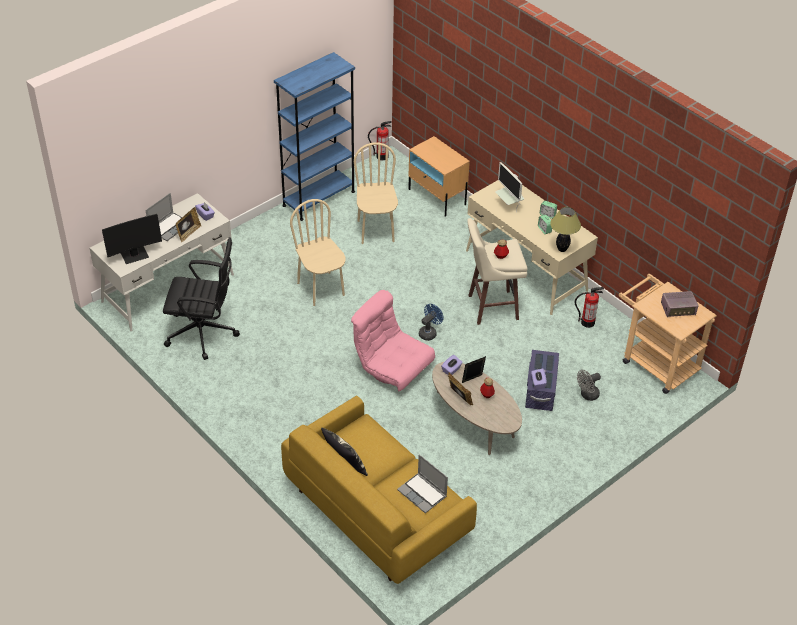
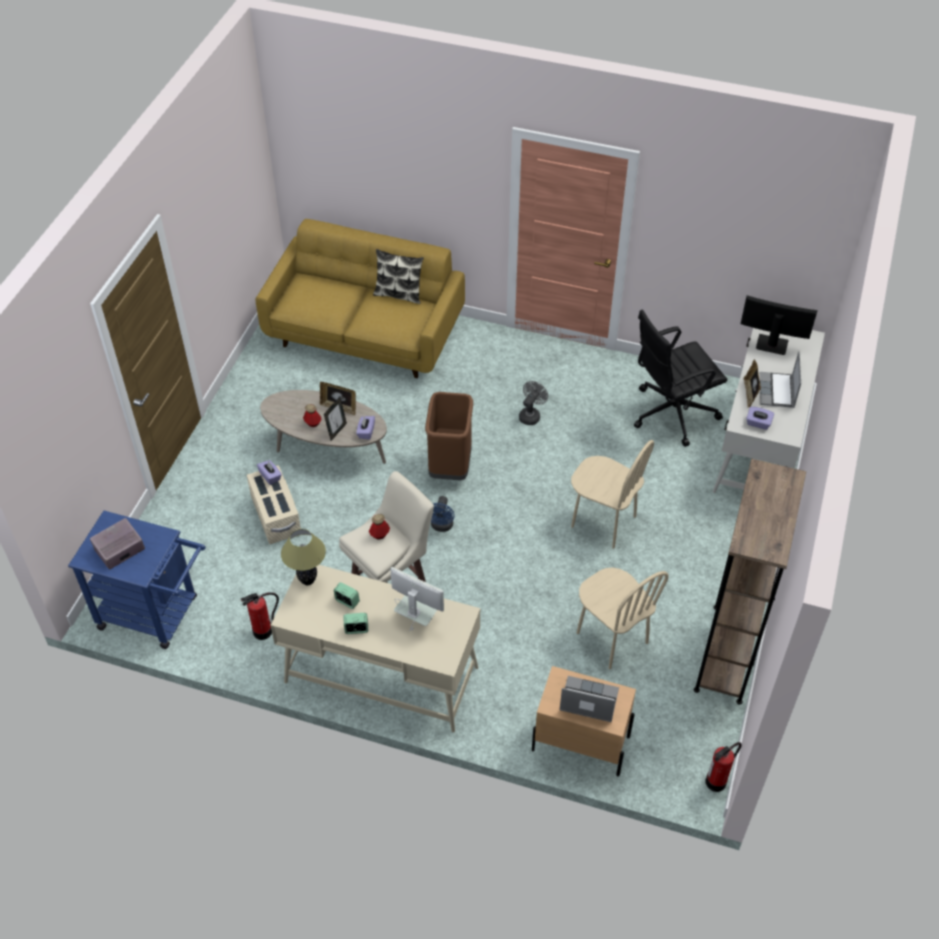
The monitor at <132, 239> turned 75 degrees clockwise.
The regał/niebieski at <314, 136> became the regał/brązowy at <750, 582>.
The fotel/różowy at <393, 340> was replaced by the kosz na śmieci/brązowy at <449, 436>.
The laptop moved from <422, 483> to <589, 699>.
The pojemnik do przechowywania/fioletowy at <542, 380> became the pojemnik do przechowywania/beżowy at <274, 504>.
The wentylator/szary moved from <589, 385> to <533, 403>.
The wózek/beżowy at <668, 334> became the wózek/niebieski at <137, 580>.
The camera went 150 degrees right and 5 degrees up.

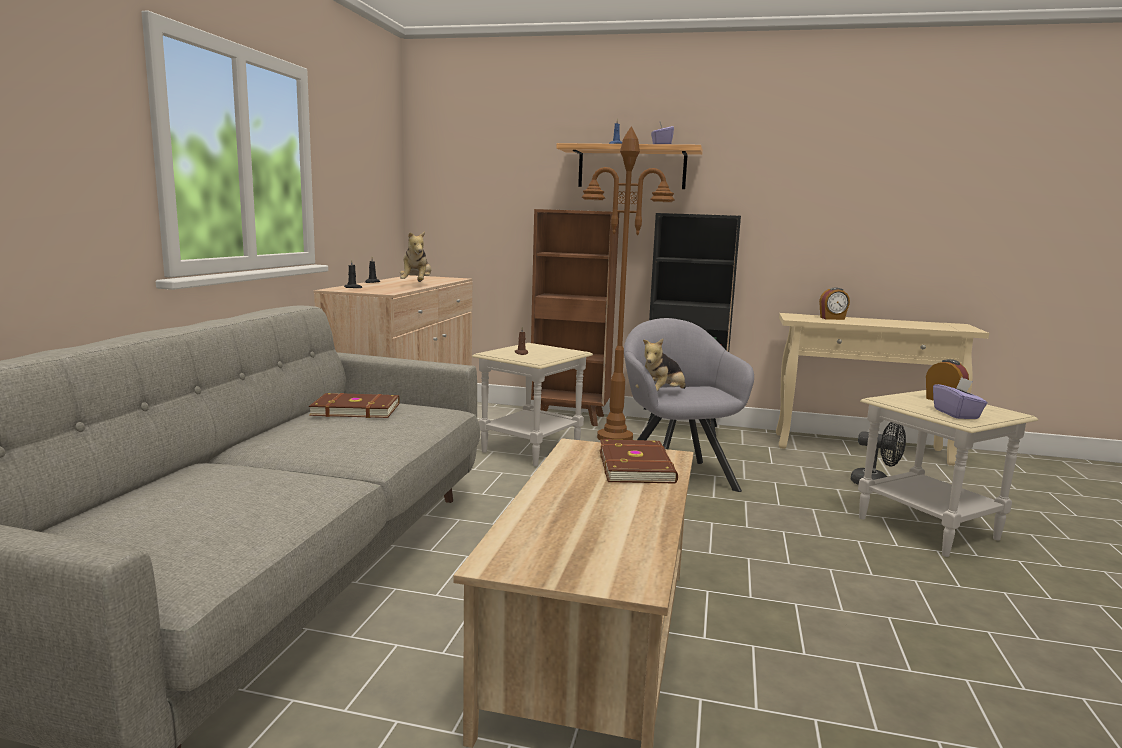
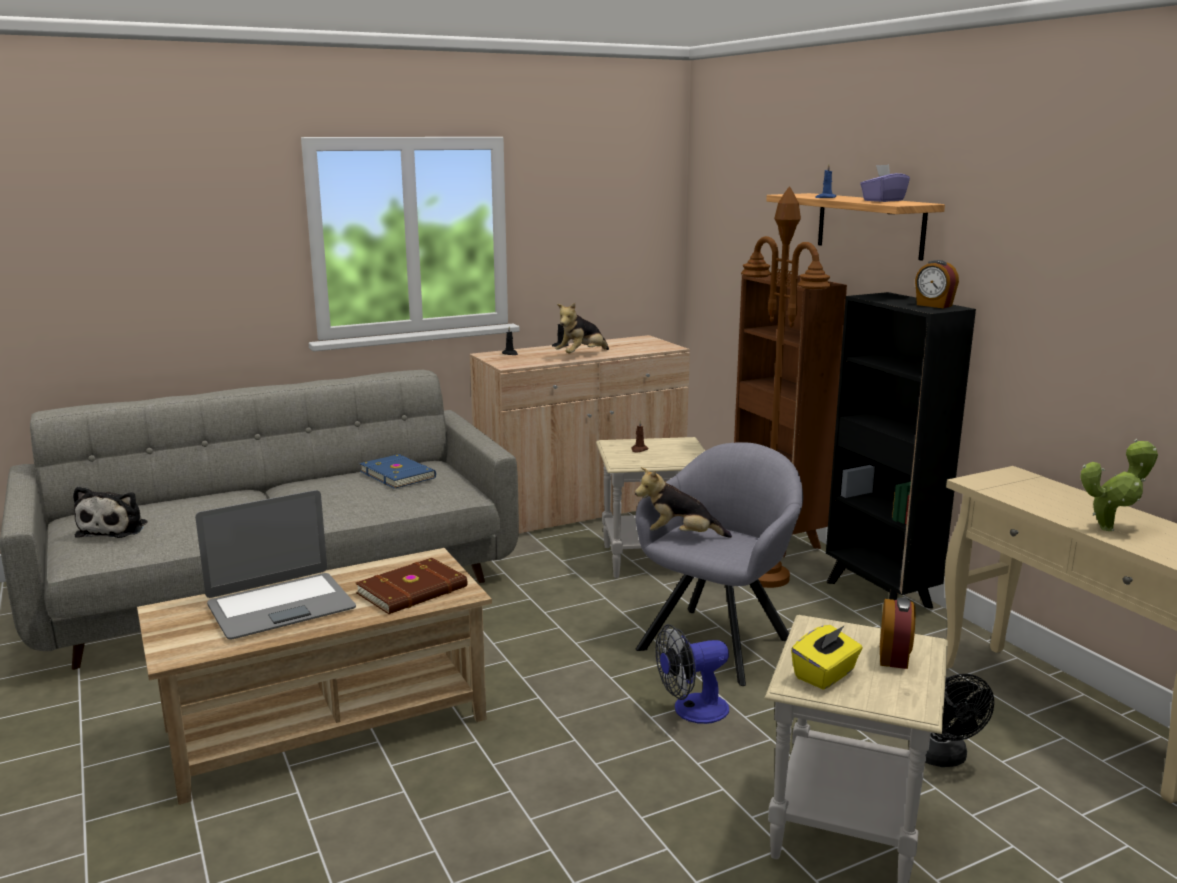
The książka/brązowy at <354, 405> became the książka/niebieski at <397, 471>.
The budzik moved from <834, 303> to <937, 284>.
The pudełko chusteczek/fioletowy at <960, 398> became the pudełko chusteczek/żółty at <827, 657>.
The pluszak at <110, 512> appeared.
The laptop at <275, 565> appeared.
The wentylator at <692, 674> appeared.
The roślina doniczkowa at <1119, 485> appeared.
The camera went 50 degrees right and 5 degrees up.

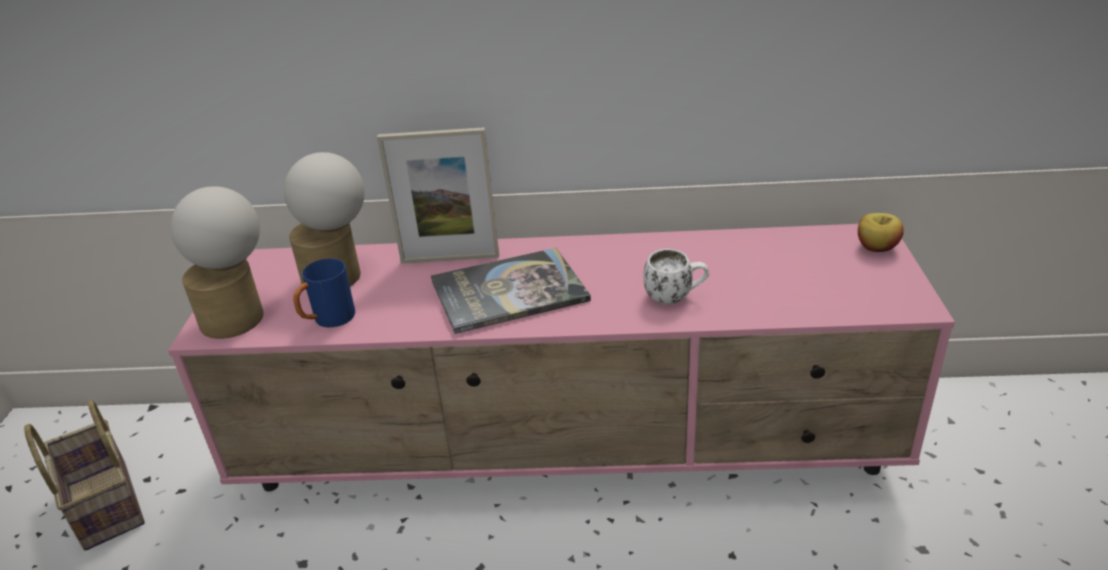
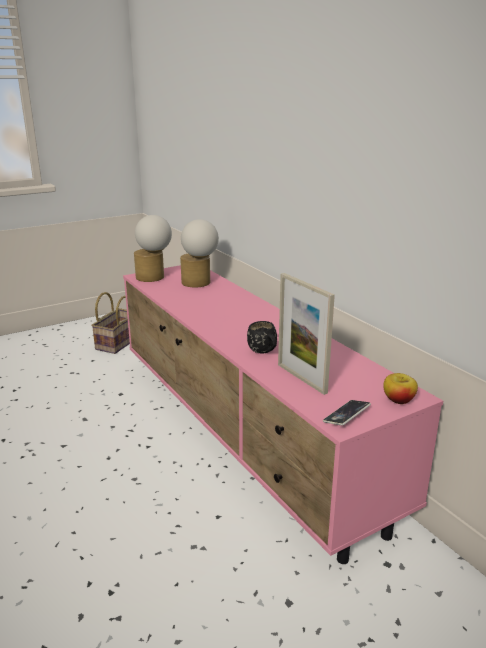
The kubek/niebieski at <324, 292> disappeared.
The ramka na zdjęcie moved from <438, 195> to <306, 334>.
The książka at <511, 291> disappeared.
The kubek/biały at <676, 276> became the kubek/czarny at <262, 337>.
The telefon at <347, 412> appeared.
The camera went 55 degrees right and 10 degrees down.

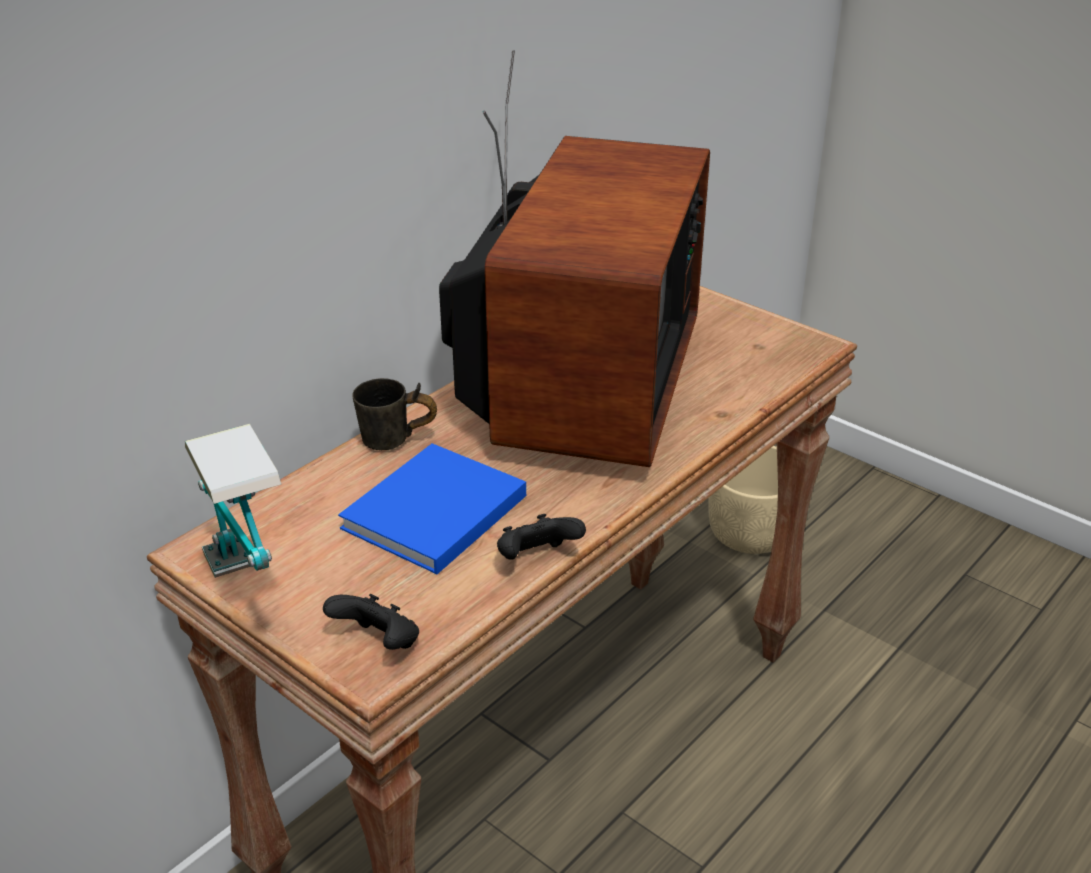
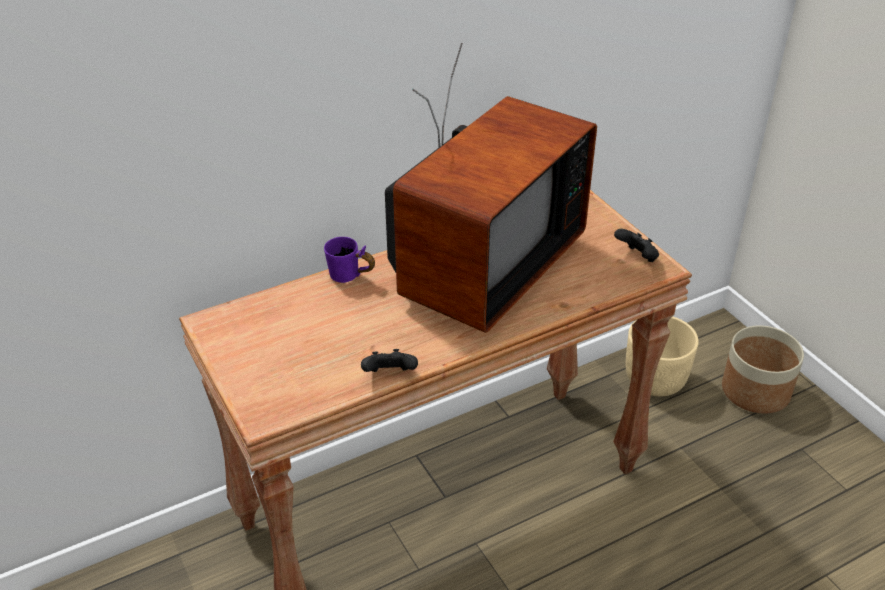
The lampa stołowa at <233, 501> disappeared.
The pad do gier/czarny moved from <371, 622> to <636, 245>.
The książka/niebieski at <432, 508> disappeared.
The kubek/szary at <394, 414> became the kubek/fioletowy at <349, 260>.
The donica at <763, 370> appeared.
The camera went 20 degrees right and 5 degrees up.

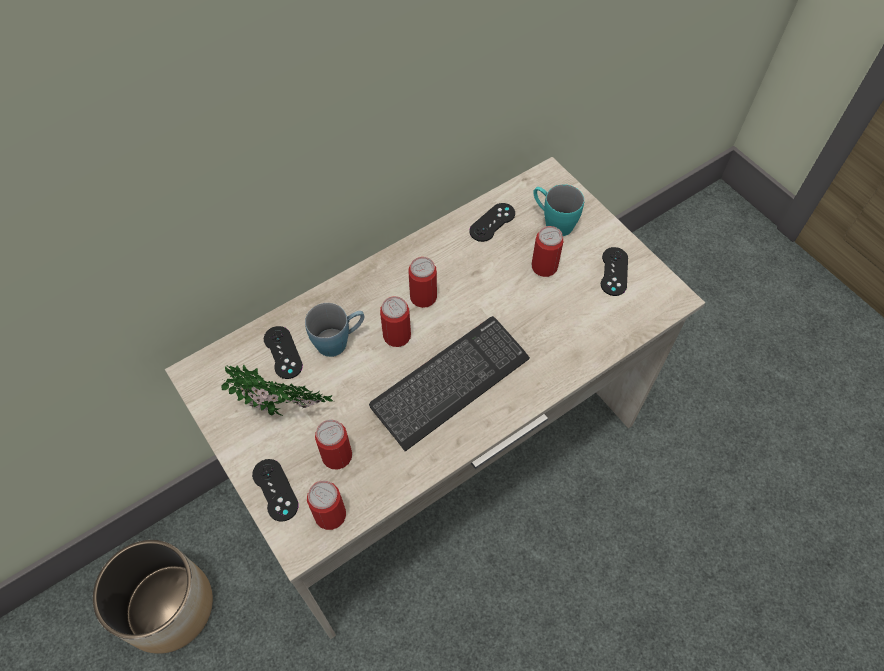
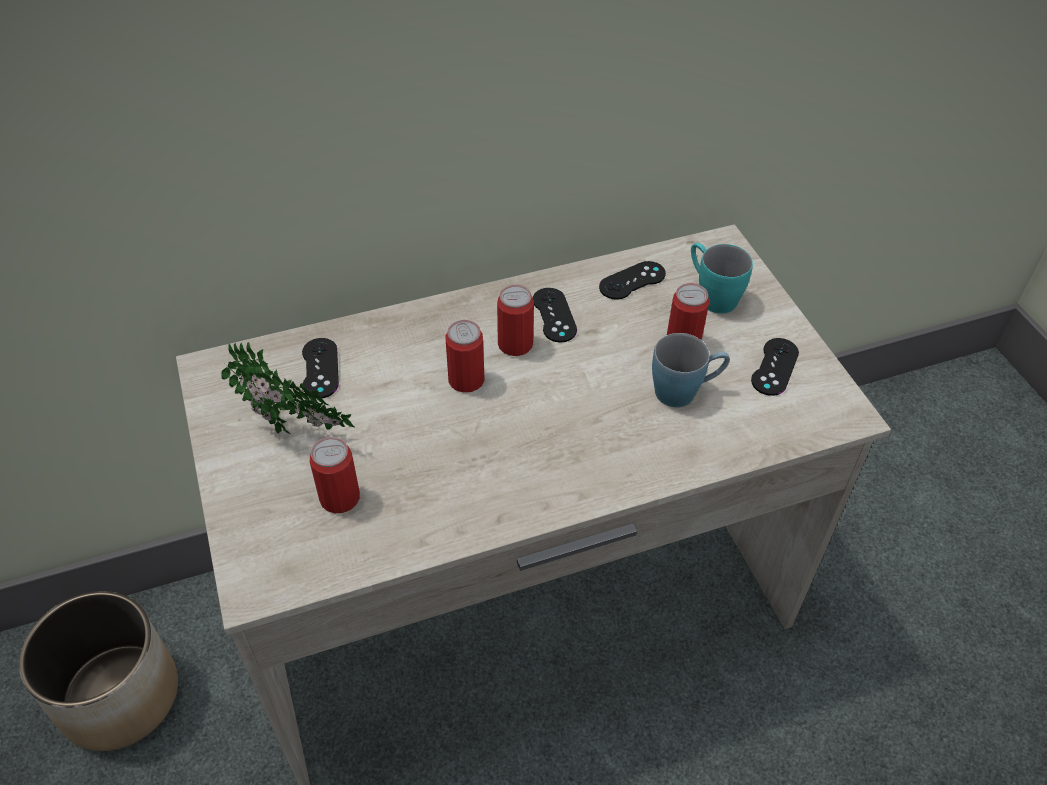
The pad do gier/czarny moved from <275, 490> to <555, 315>.
The kubek/niebieski moved from <334, 330> to <691, 370>.
The puszka at <326, 505> disappeared.
The klawiatura at <449, 383> disappeared.
The camera went 15 degrees right and 10 degrees down.

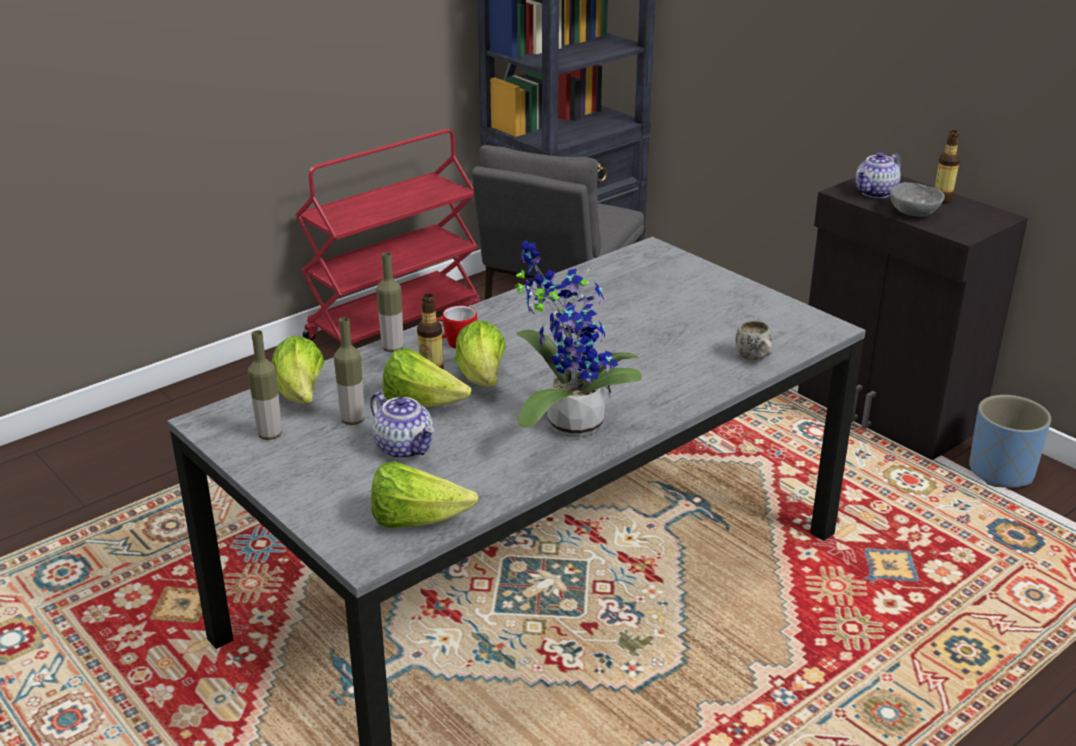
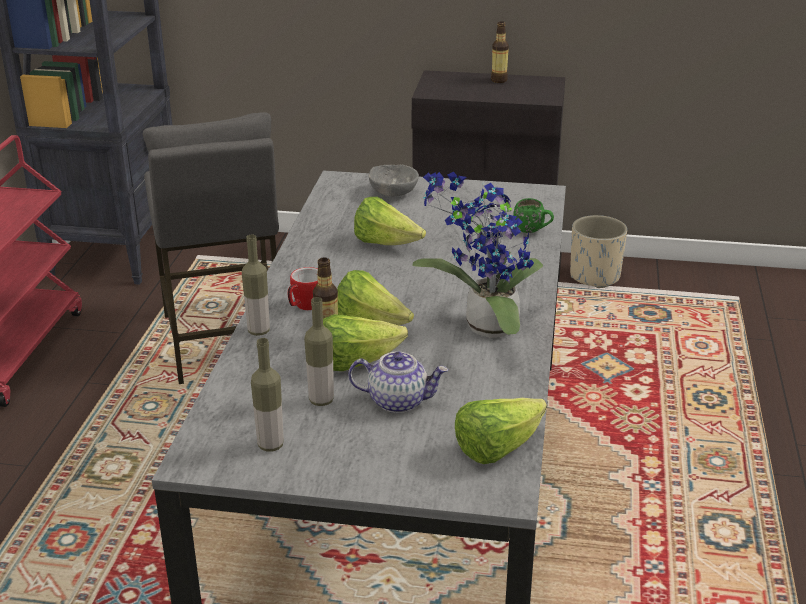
The sałata moved from <298, 370> to <390, 221>.
The kubek/biały at <754, 340> became the kubek/zielony at <533, 215>.
The imbryk at <878, 175> disappeared.
The miska/szary moved from <917, 199> to <393, 180>.
The donica/niebieski at <1010, 441> became the donica/beżowy at <598, 251>.
The camera went 40 degrees left and 0 degrees up.

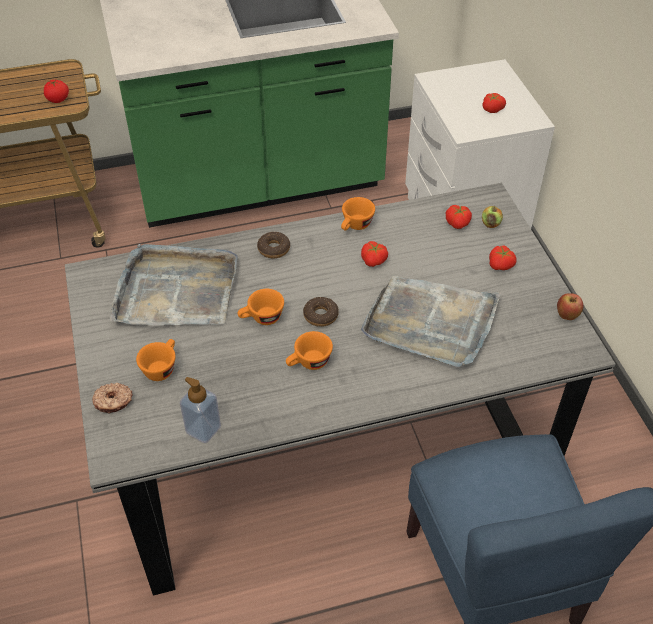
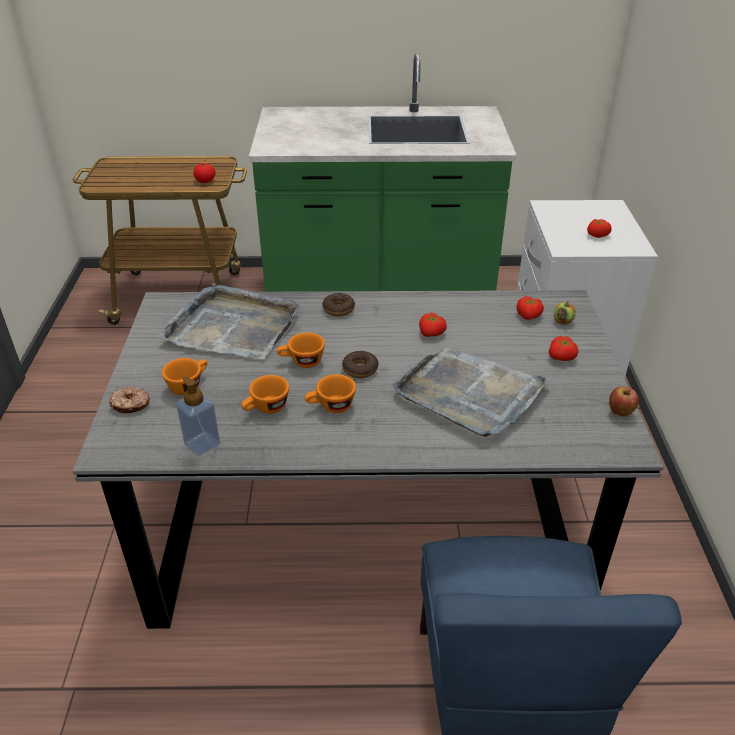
The filiżanka/pomarańczowy moved from <358, 213> to <265, 394>.
The camera went 15 degrees right and 10 degrees down.

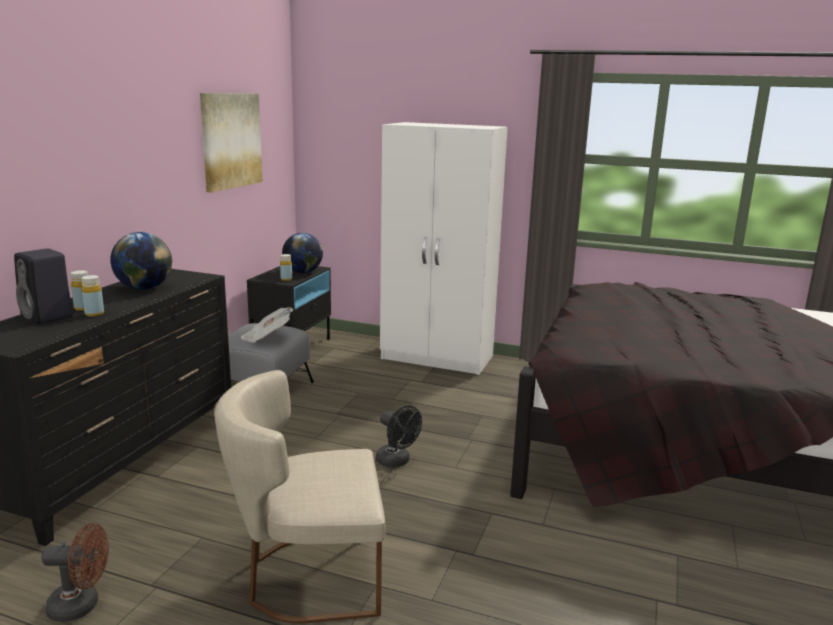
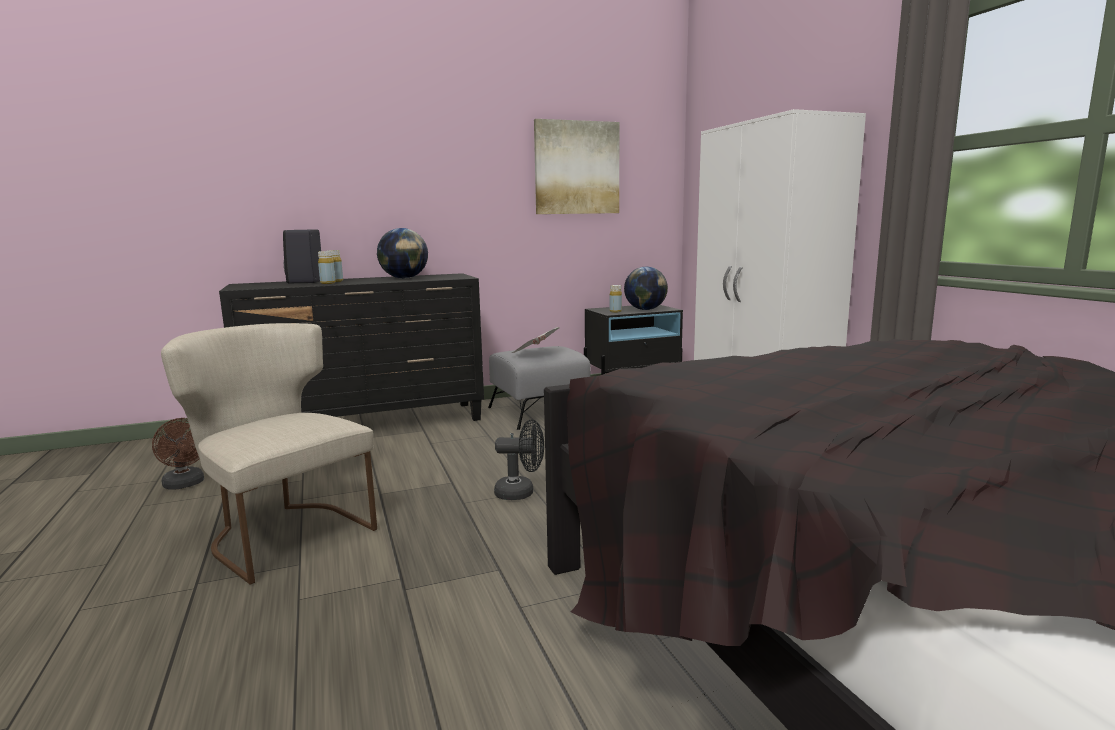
The wentylator/czarny at <399, 436> turned 90 degrees counterclockwise.
The camera went 50 degrees right and 5 degrees down.

